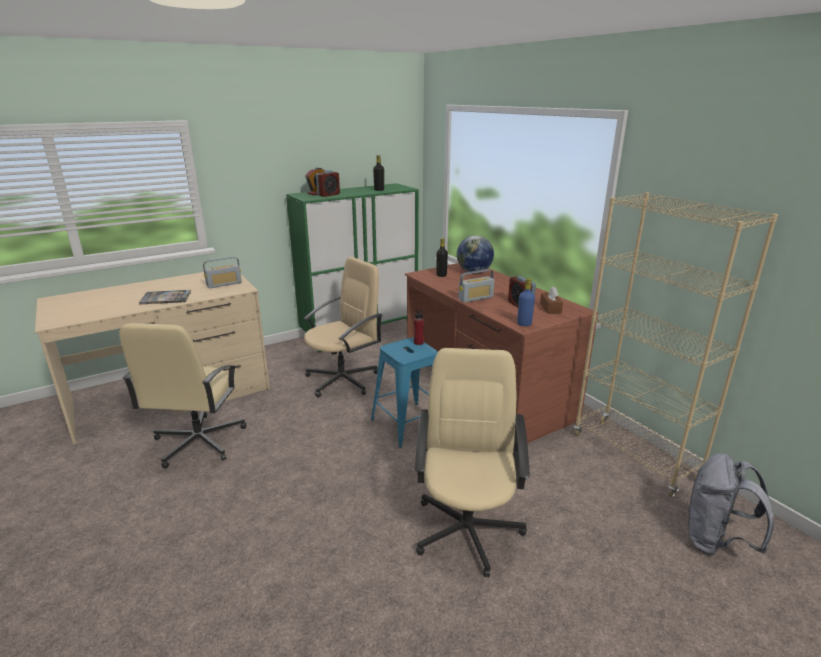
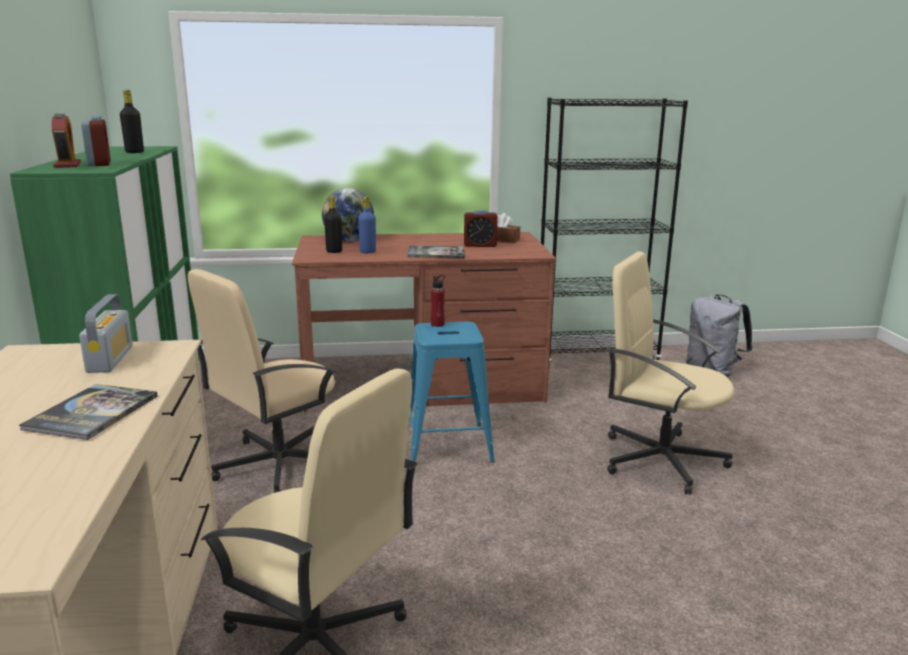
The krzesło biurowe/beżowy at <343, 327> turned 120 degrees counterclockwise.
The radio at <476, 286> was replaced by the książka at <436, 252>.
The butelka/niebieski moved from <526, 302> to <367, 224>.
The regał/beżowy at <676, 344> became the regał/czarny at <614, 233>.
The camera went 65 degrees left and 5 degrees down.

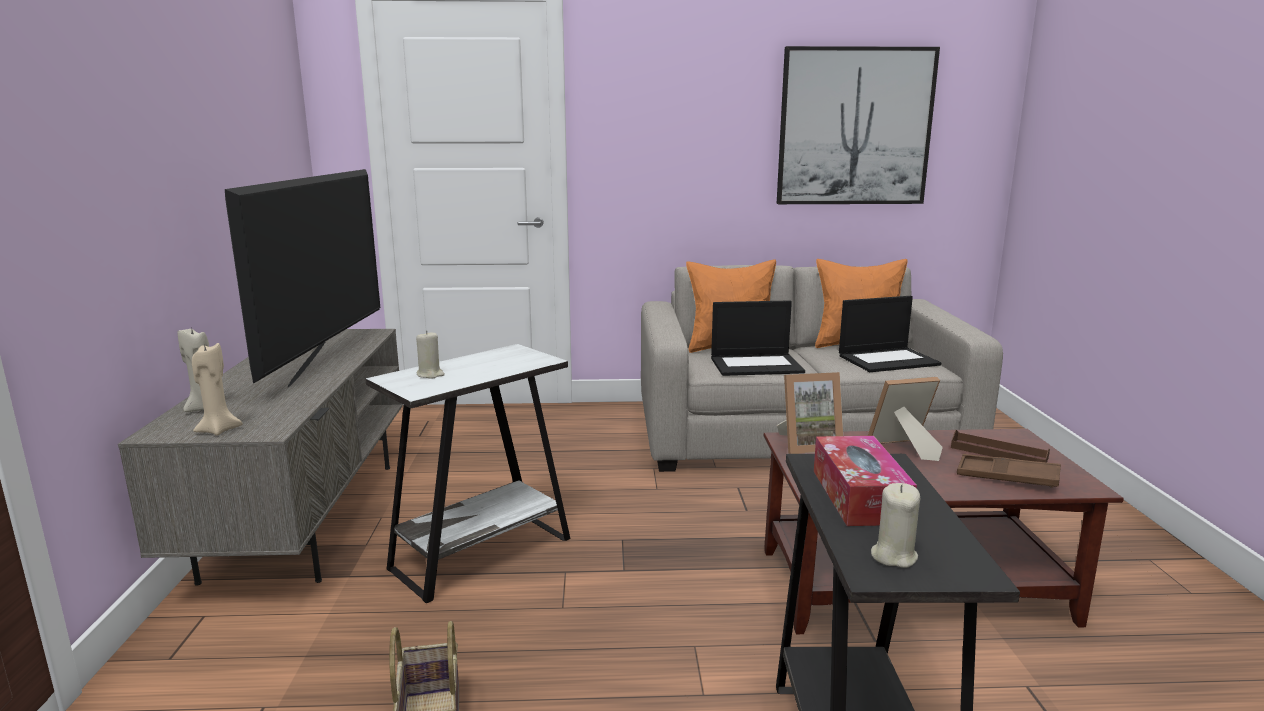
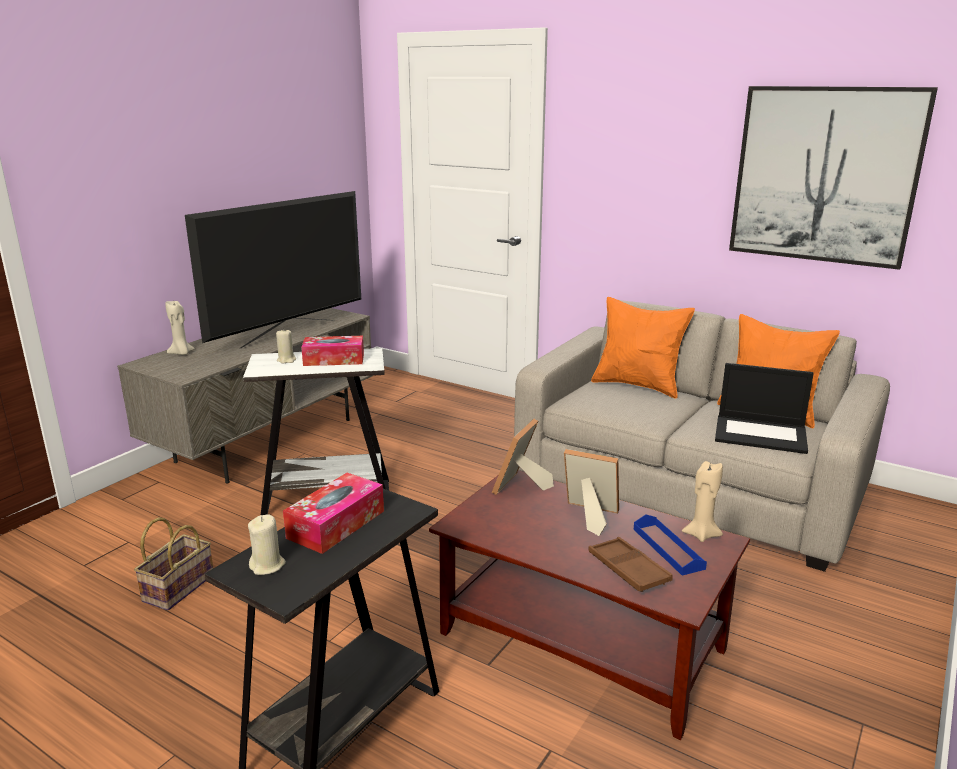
The świeca/beżowy moved from <217, 389> to <702, 501>.
The laptop at <758, 338> disappeared.
The ramka na zdjęcie at <810, 413> turned 90 degrees clockwise.
The taca/brązowy at <1000, 446> became the taca/niebieski at <670, 545>.
The pudełko chusteczek at <332, 351> appeared.
The camera went 35 degrees right and 5 degrees up.

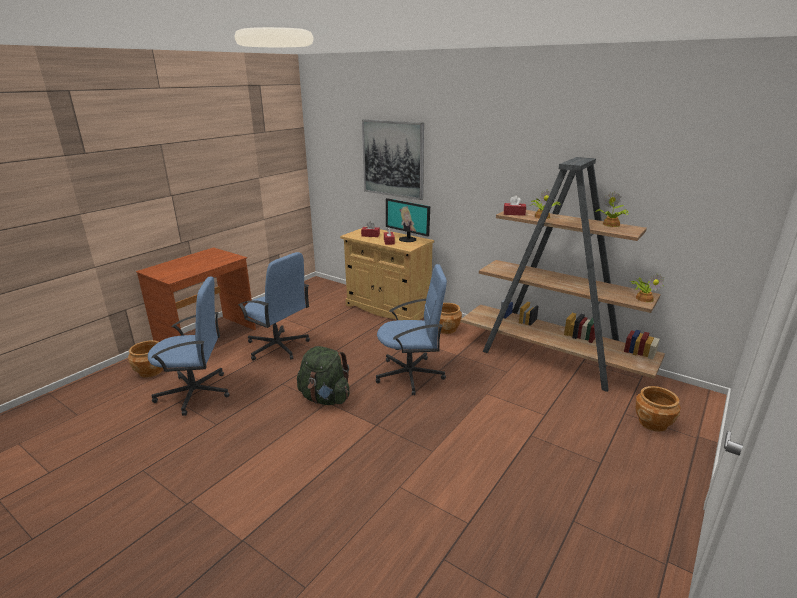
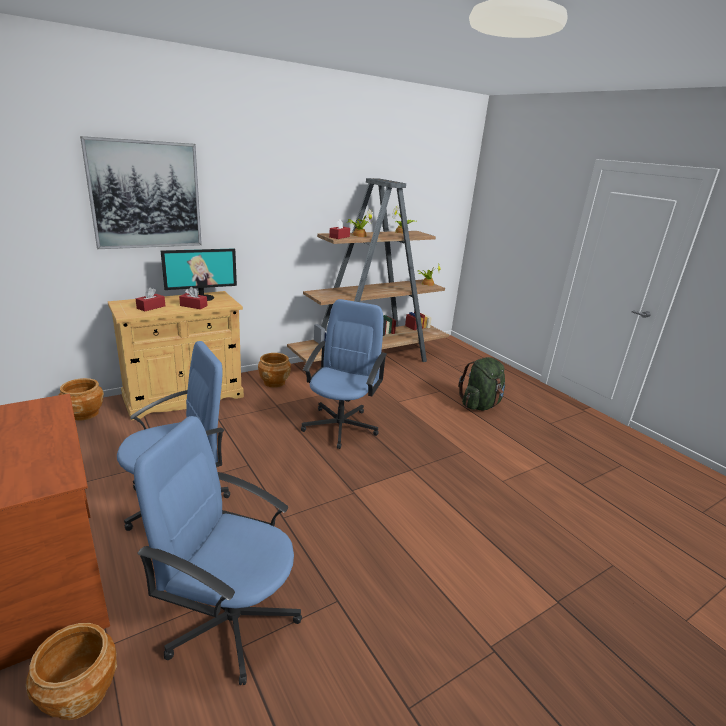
The krzesło biurowe/niebieski at <189, 346> turned 90 degrees counterclockwise.
The plecak/zielony moved from <323, 375> to <481, 383>.
The donica/brązowy moved from <658, 409> to <81, 399>.
The camera went 70 degrees left and 0 degrees up.

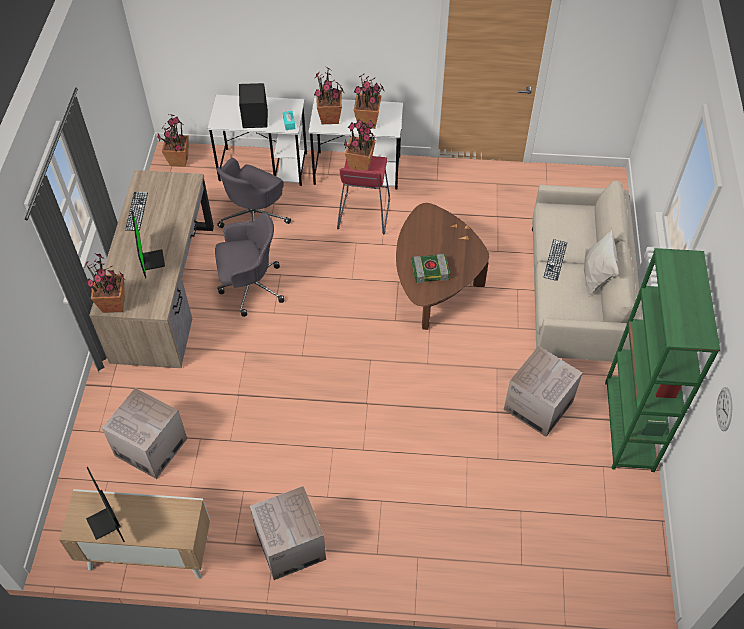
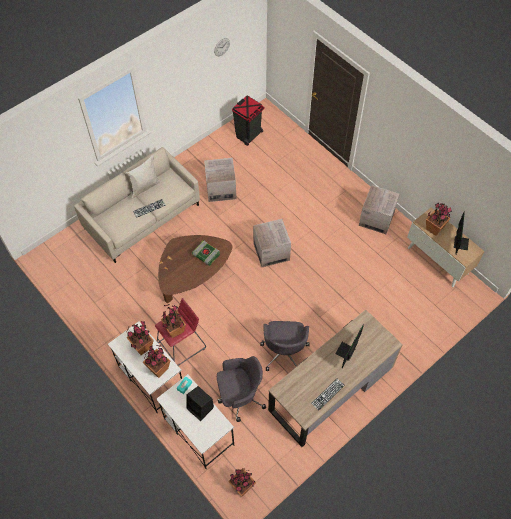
The roślina doniczkowa moved from <103, 283> to <439, 219>.
The karton moved from <144, 433> to <272, 243>.
The krzesło biurowe/szary at <249, 264> turned 120 degrees counterclockwise.
The regał/zielony at <662, 360> disappeared.
The kosz na śmieci/czarny at <248, 121> appeared.
The camera went 135 degrees left and 5 degrees up.

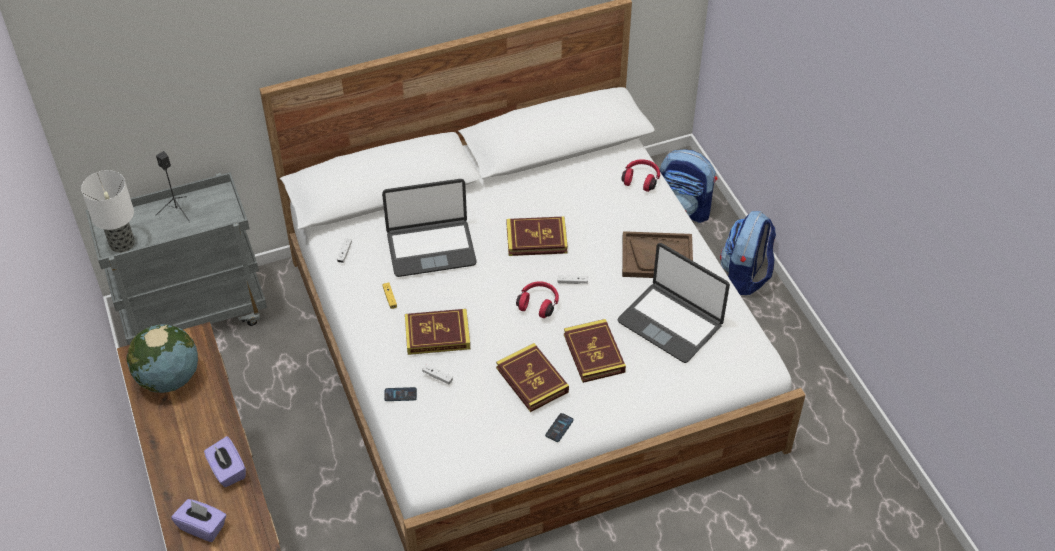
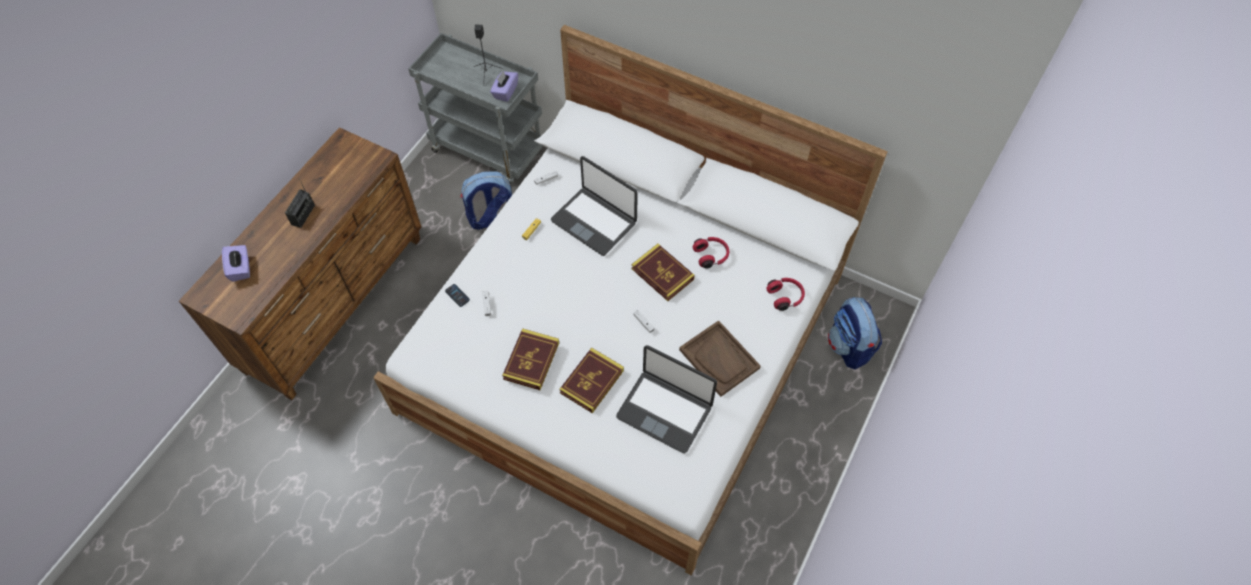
The lampa stołowa at <108, 211> disappeared.
The globus at <162, 358> disappeared.
The pudełko chusteczek/fioletowy moved from <225, 461> to <504, 86>.
The książka at <437, 332> disappeared.
The słuchawki/czerwony moved from <537, 299> to <711, 253>.
The telefon at <559, 427> disappeared.
The laptop at <673, 303> turned 60 degrees counterclockwise.
The plecak moved from <748, 253> to <486, 200>.
The radio at <300, 204> appeared.
The camera went 50 degrees right and 10 degrees up.

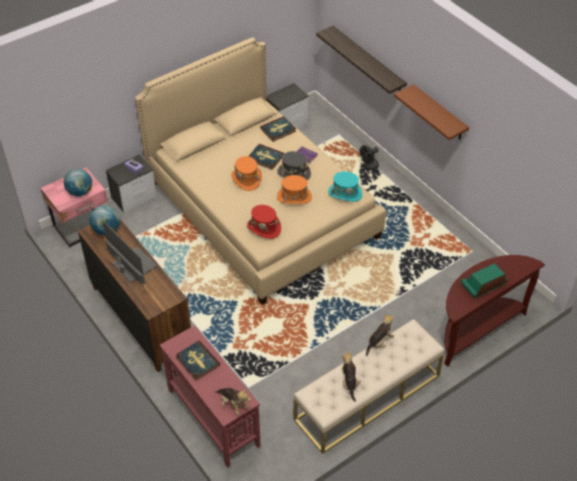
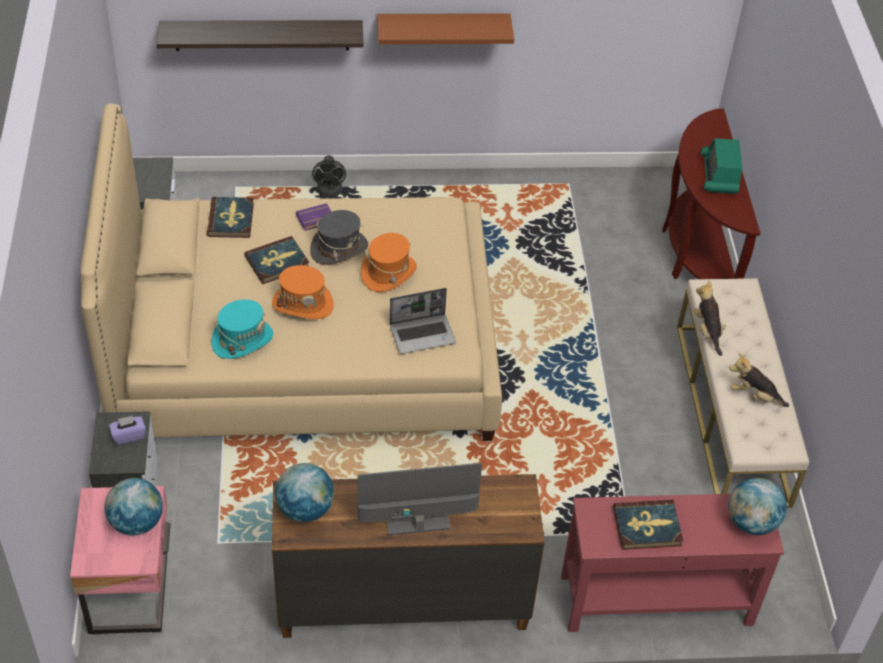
The pluszak at <233, 401> was replaced by the globus at <757, 506>.
The kapelusz/czerwony at <264, 222> was replaced by the laptop at <423, 321>.
The kapelusz/turkusowy moved from <345, 186> to <242, 329>.
The camera went 60 degrees left and 0 degrees up.

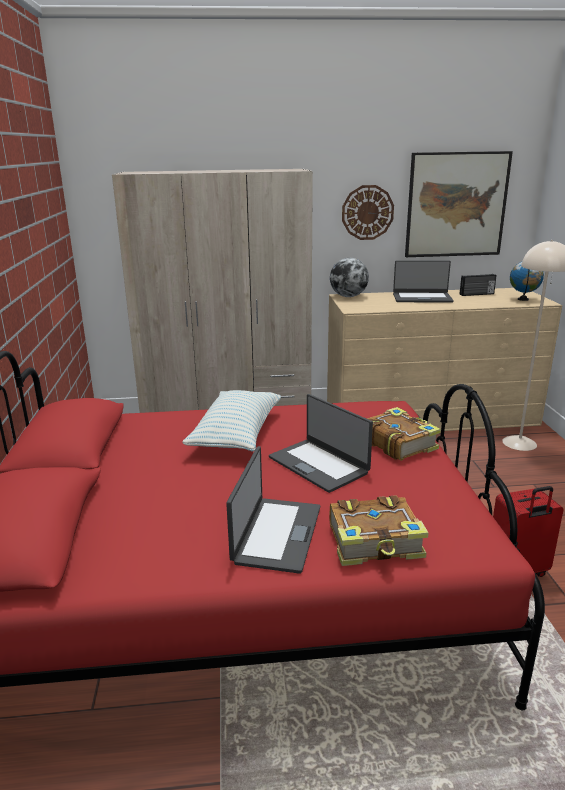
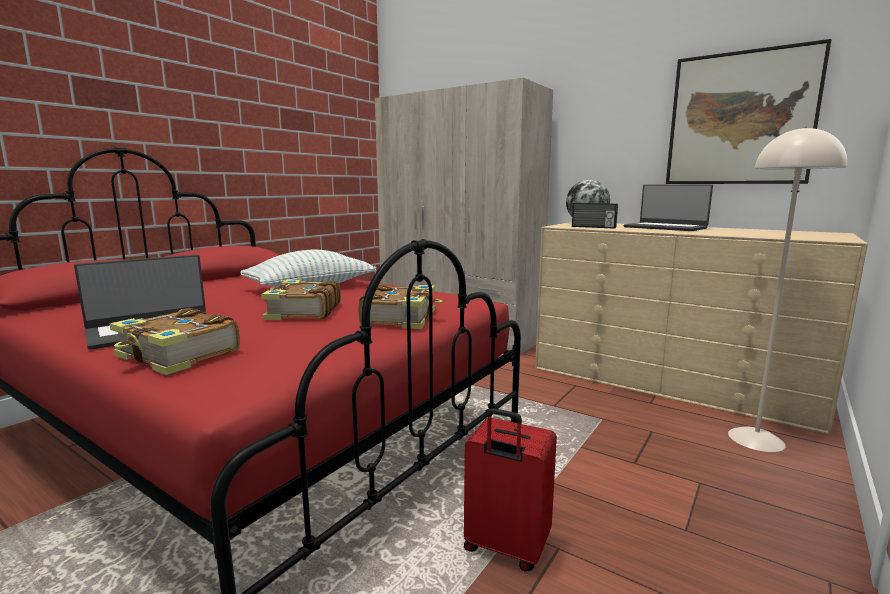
The laptop at <321, 443> was replaced by the książka at <301, 300>.
The zegar ścienny at <368, 212> disappeared.
The radio moved from <478, 285> to <595, 216>.
The globus at <527, 281> disappeared.
The camera went 40 degrees right and 10 degrees down.

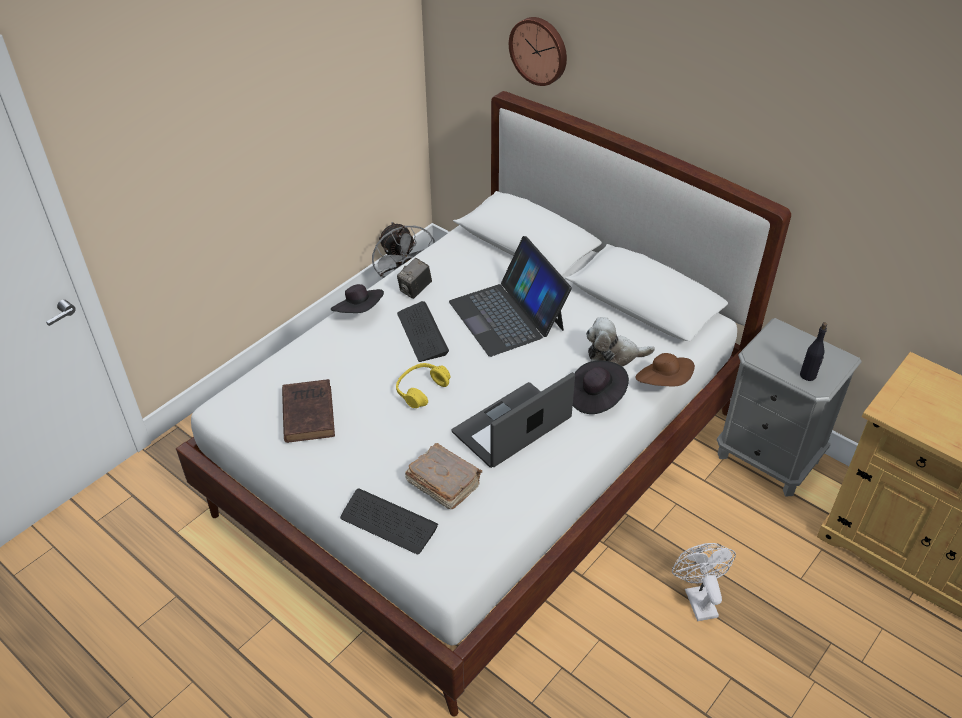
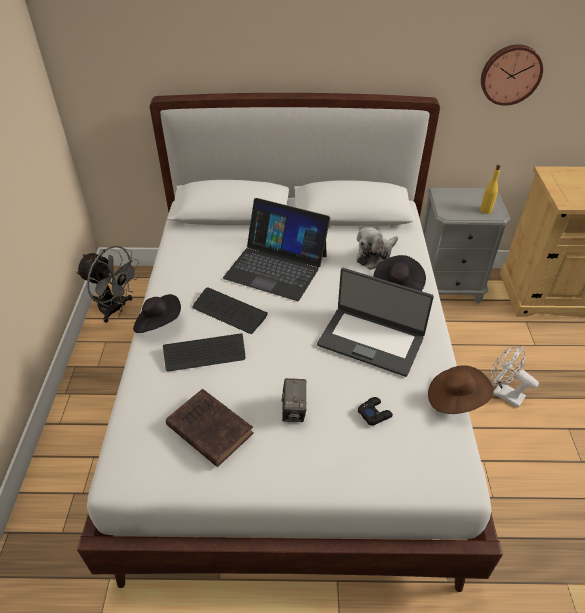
The klawiatura moved from <389, 521> to <204, 352>.
The słuchawki/żółty at <423, 385> disappeared.
The aparat fotograficzny moved from <414, 278> to <294, 400>.
The książka/brązowy at <443, 476> was replaced by the pad do gier/czarny at <375, 411>.
The laptop at <513, 420> turned 75 degrees counterclockwise.
The zegar ścienny moved from <538, 51> to <512, 75>.
The kapelusz/brązowy moved from <665, 369> to <460, 389>.
The butelka/czarny at <813, 351> became the butelka/żółty at <490, 189>.
The camera went 40 degrees left and 0 degrees up.

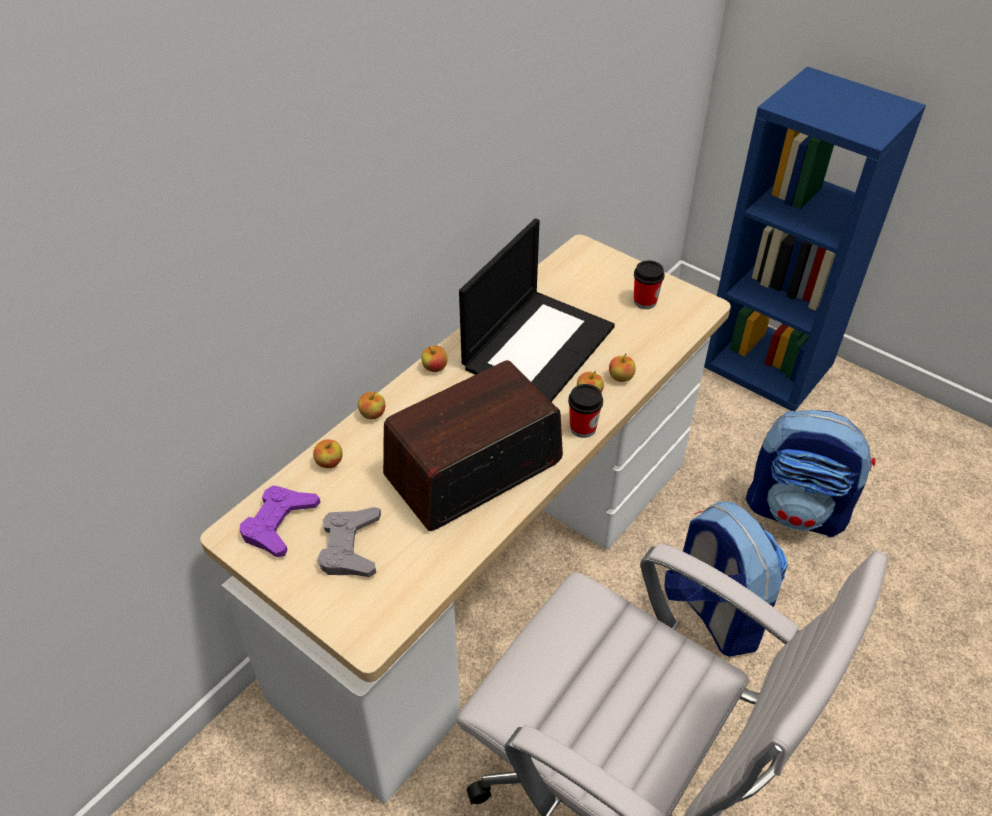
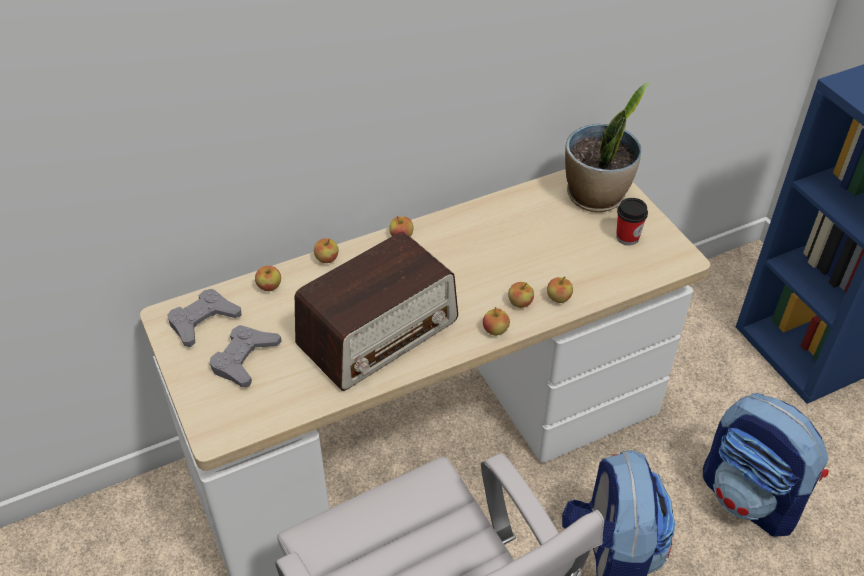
The pad do gier/fioletowy at <280, 521> became the pad do gier/szary at <204, 318>.
The radio at <473, 445> turned 150 degrees clockwise.
The laptop at <537, 310> disappeared.
The filiżanka at <585, 411> was replaced by the jabłko at <496, 321>.
The roślina doniczkowa at <607, 147> appeared.
The camera went 25 degrees right and 0 degrees up.

